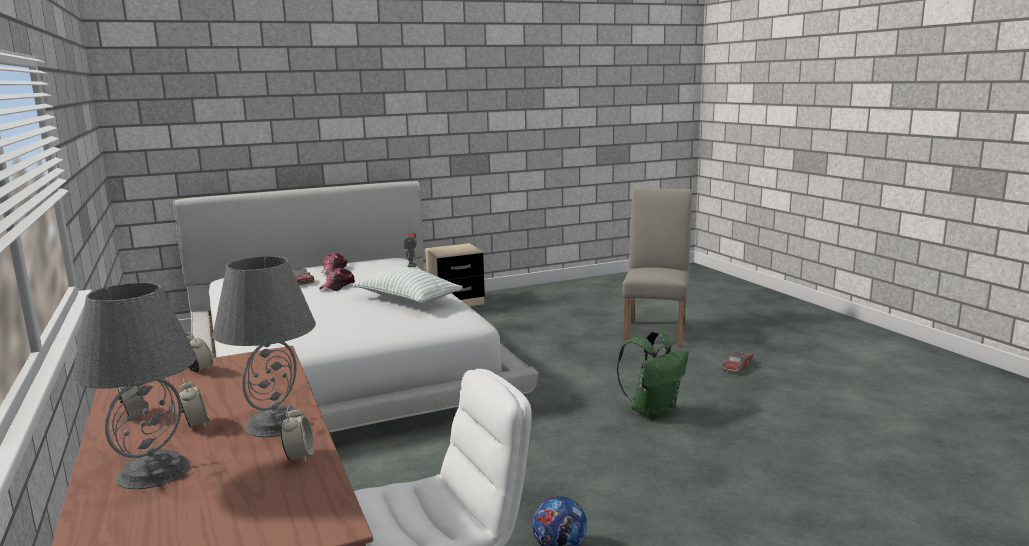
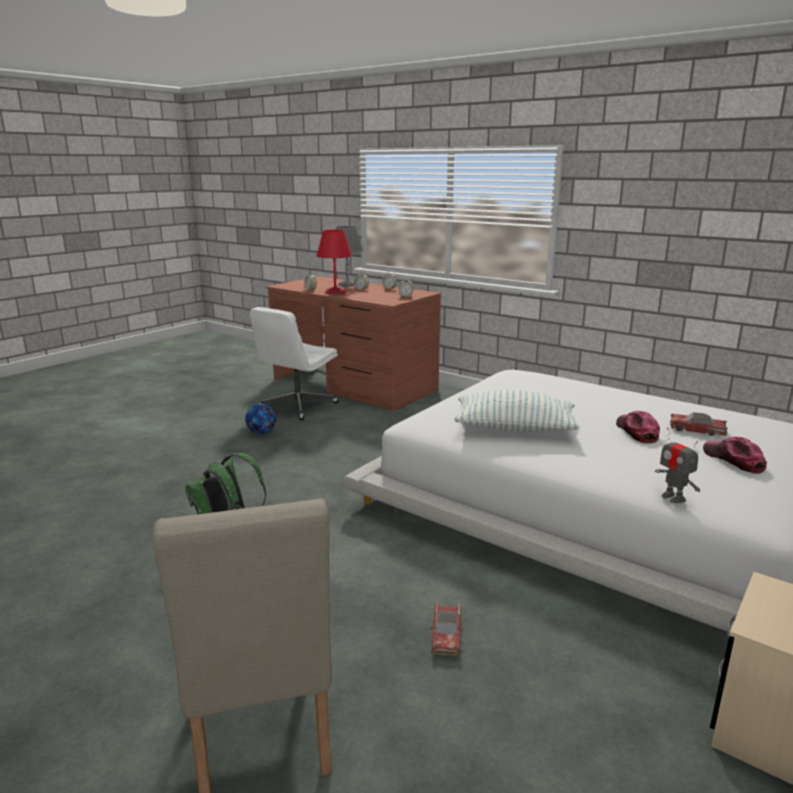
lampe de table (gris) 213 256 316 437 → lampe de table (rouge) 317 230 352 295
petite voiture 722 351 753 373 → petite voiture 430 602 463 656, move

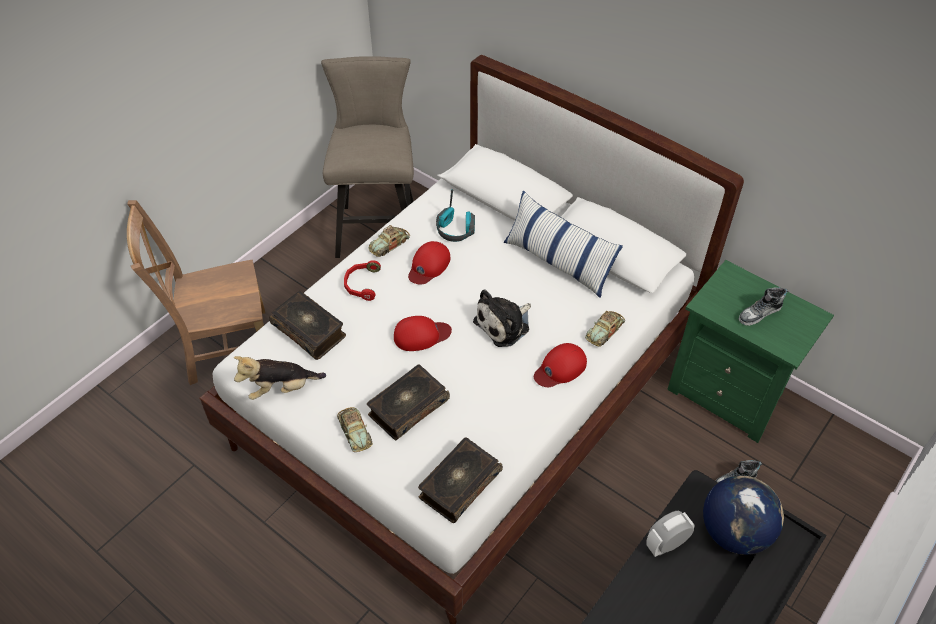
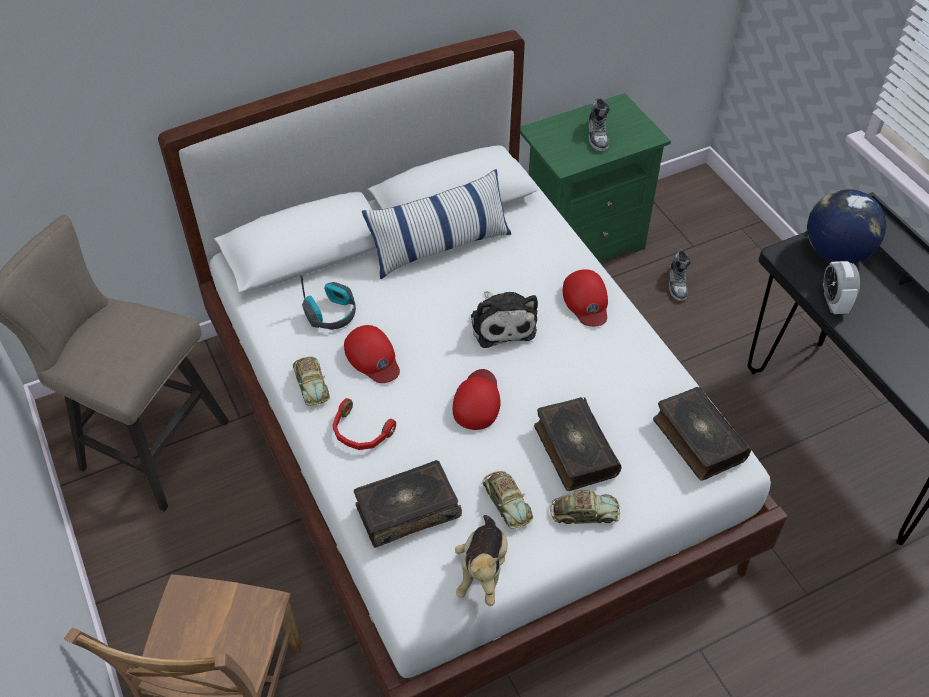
petite voiture 585 311 625 347 → petite voiture 482 471 533 529, move

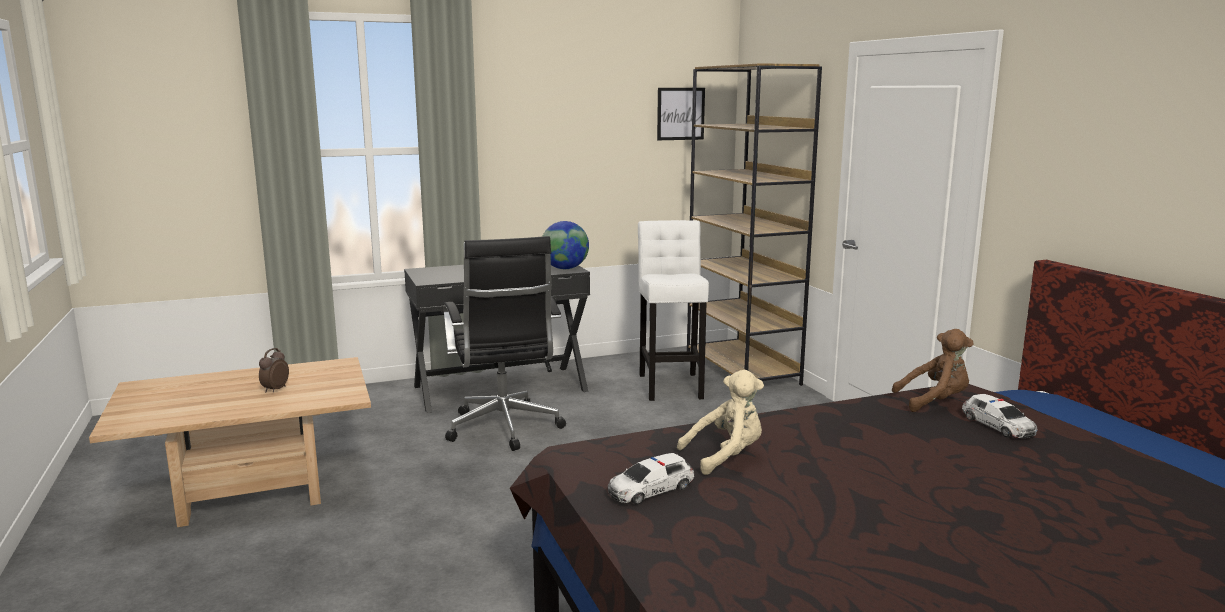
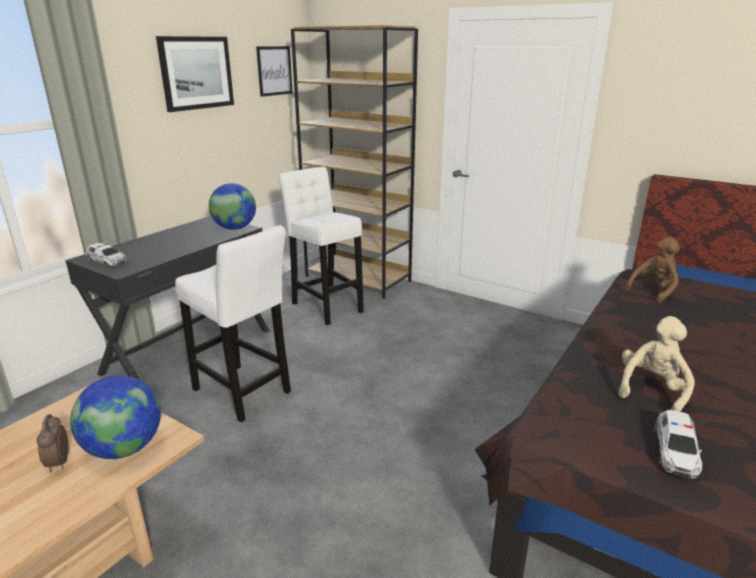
- → globe 70 375 161 459
petite voiture 962 394 1037 438 → petite voiture 85 243 127 268, move
- → tableau 156 36 234 112
chaise de bureau (noir) 443 236 566 451 → tabouret (blanc) 175 225 291 422

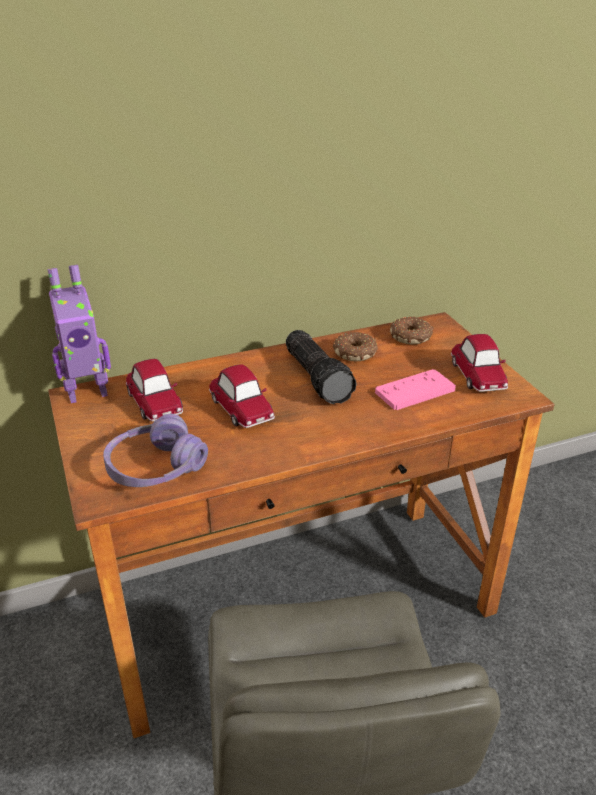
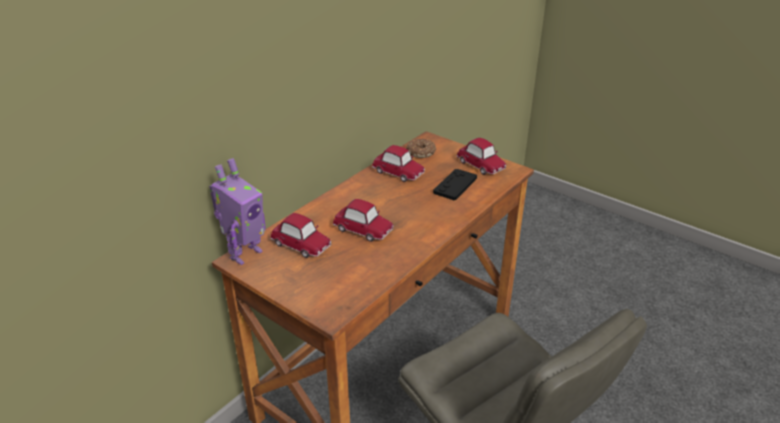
beignet 333 332 378 361 → petite voiture 372 145 425 182
manette (rose) 375 369 456 410 → manette (noir) 433 169 477 200
casque audio (violet) 103 414 208 487 → -
lampe de poche 286 330 357 404 → -

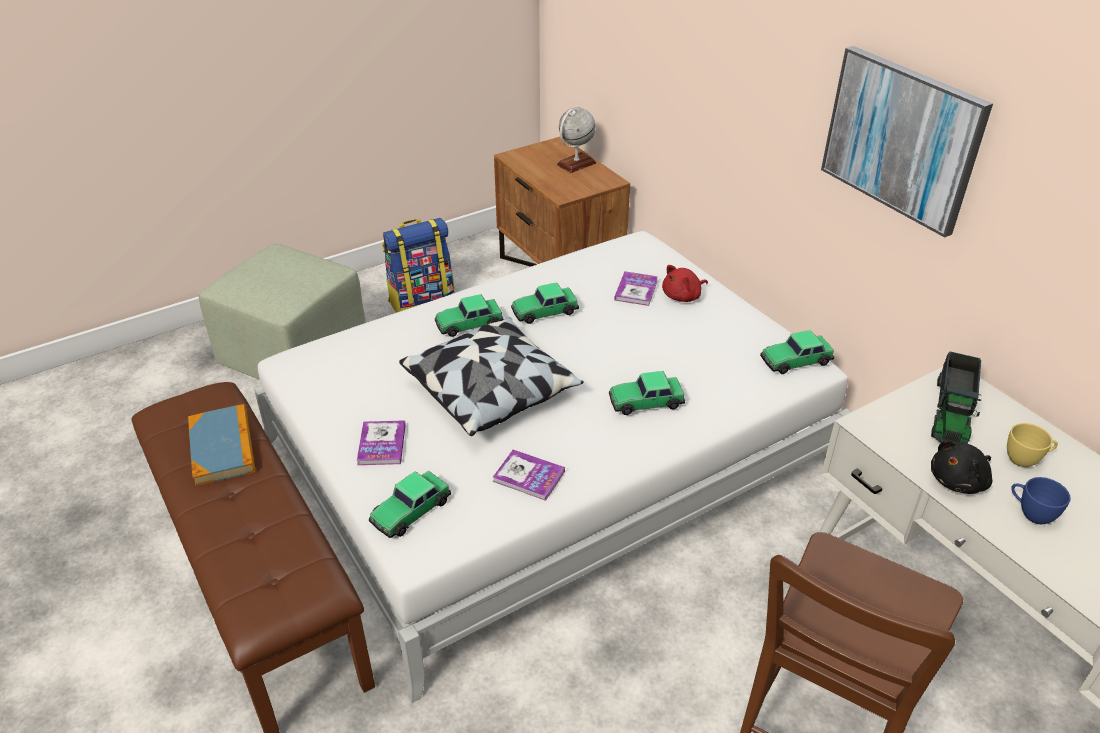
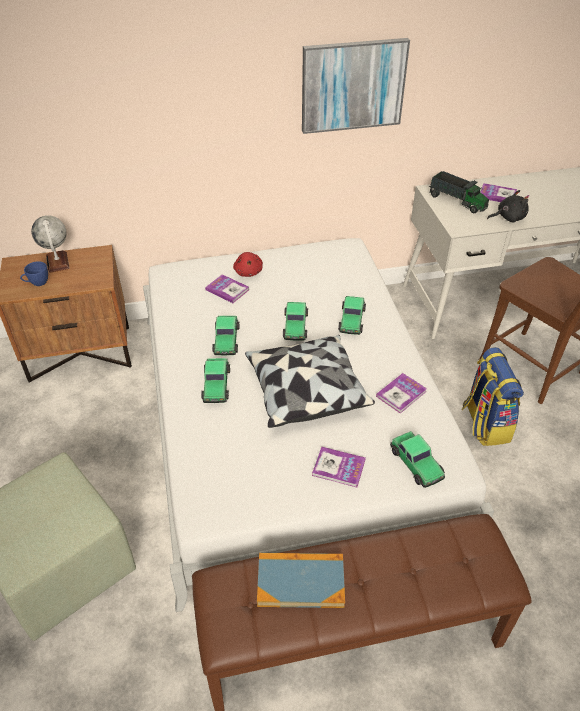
tasse (bleu) 1011 477 1071 524 → tasse (bleu) 20 261 48 286, move
petite voiture 760 330 834 374 → petite voiture 283 302 308 340, move
sac à dos 382 218 454 313 → sac à dos 462 347 524 446, move
tasse (jaune) 1007 423 1058 467 → livre 481 183 517 202
peluche (noir) 931 440 992 494 → peluche (noir) 487 190 529 222, 90 degrees counterclockwise

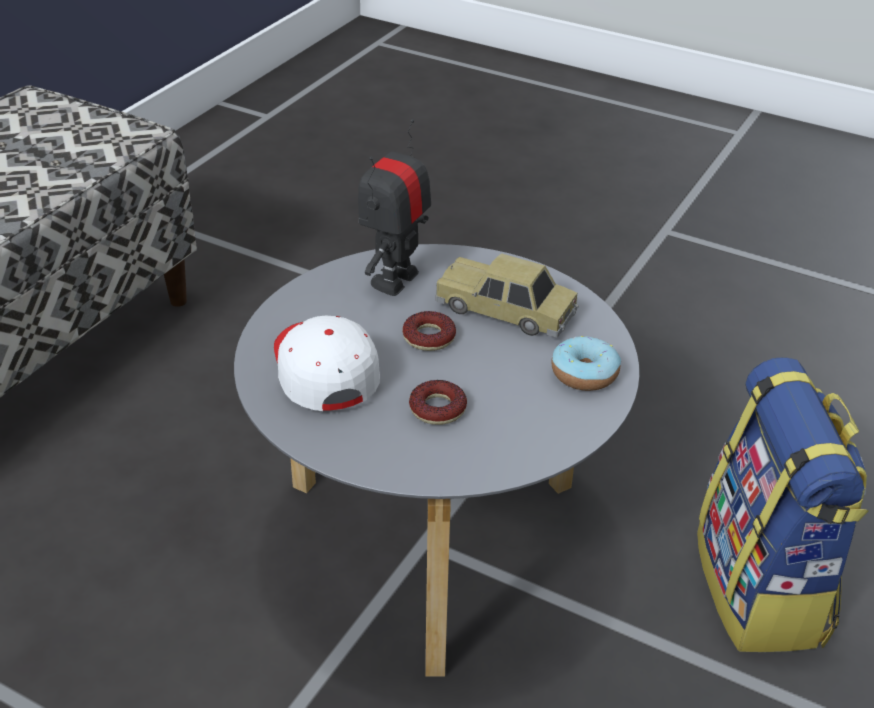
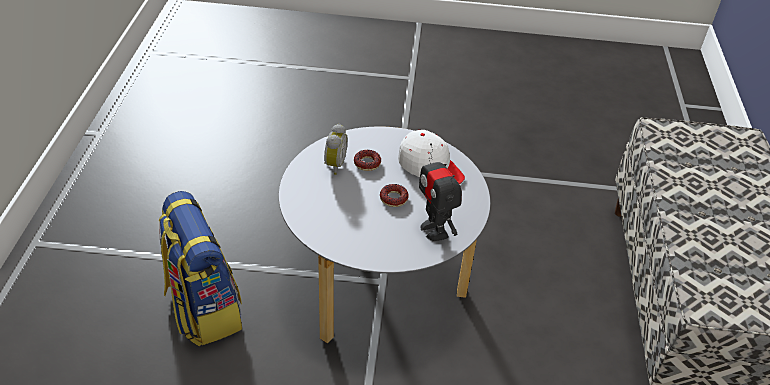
- → réveil 324 124 348 175
robot jouet 358 119 431 296 → robot jouet 419 143 462 241, 150 degrees clockwise
petite voiture 435 254 579 338 → -
beignet 551 336 621 391 → -

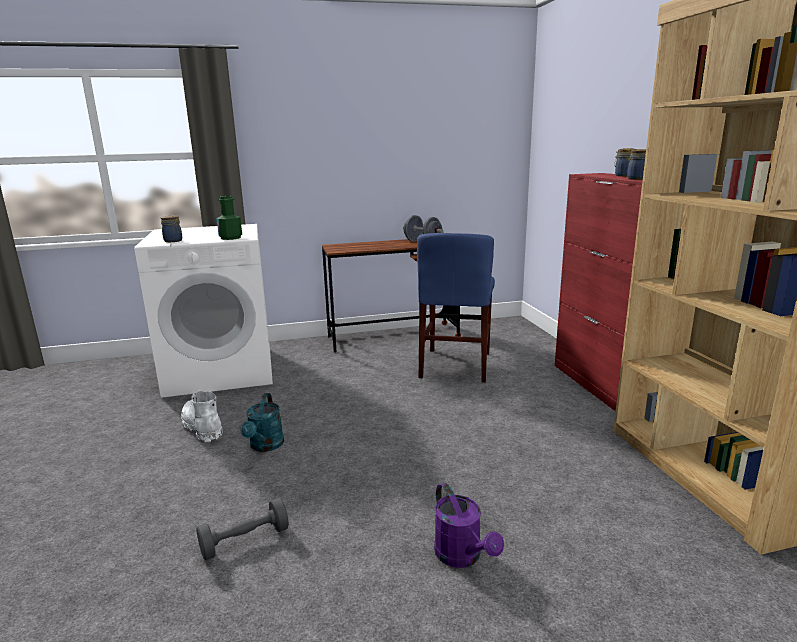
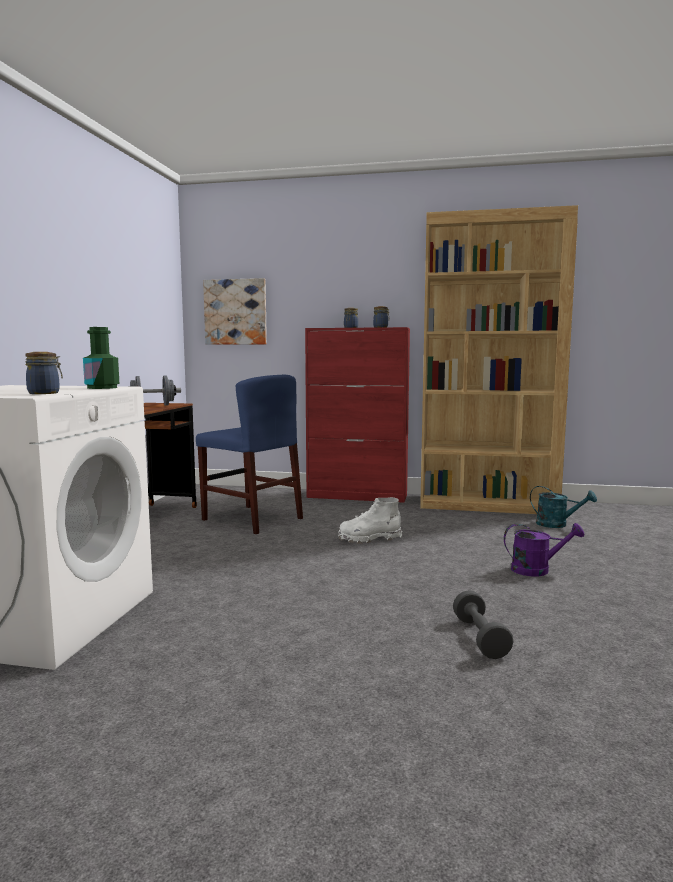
- → tableau 203 278 267 345
botte (blanc) 181 390 223 443 → botte (blanc) 338 497 402 544, move
arrosoir (turquoise) 240 393 284 452 → arrosoir (turquoise) 530 486 597 528, move

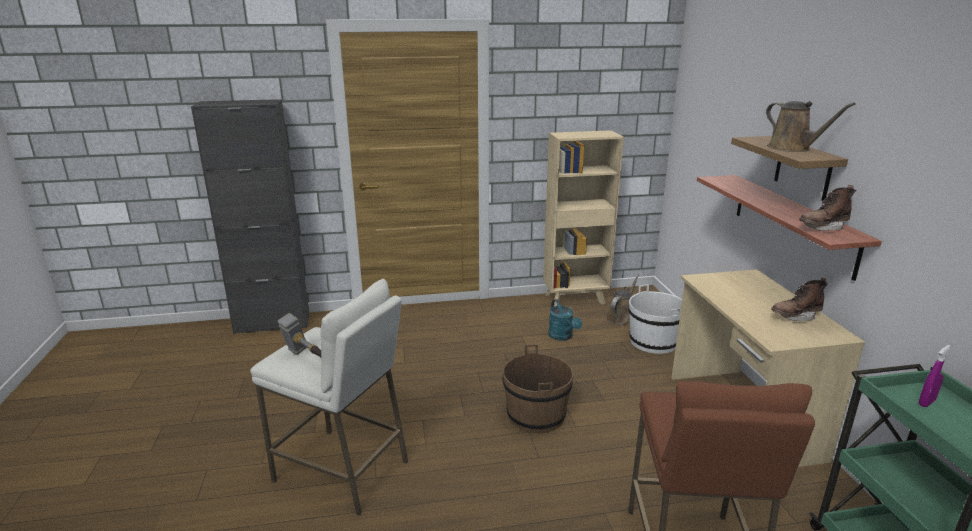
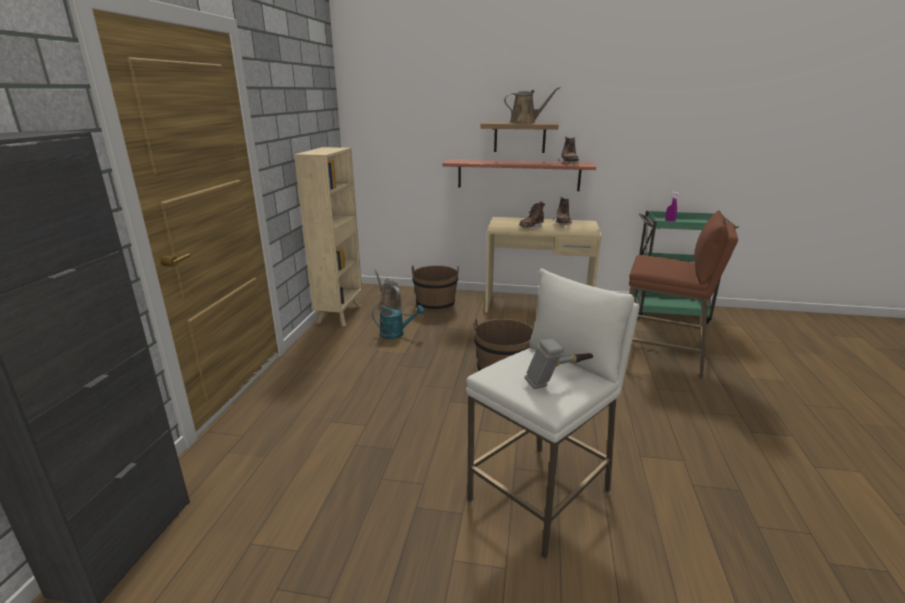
seau (blanc) 628 284 682 354 → seau (marron) 411 265 459 312
- → botte (marron) 519 201 545 230

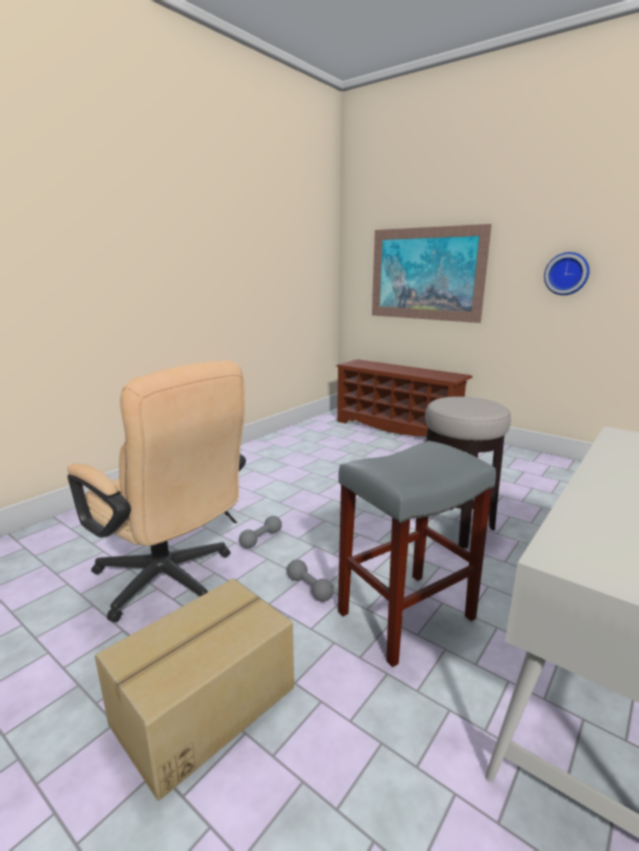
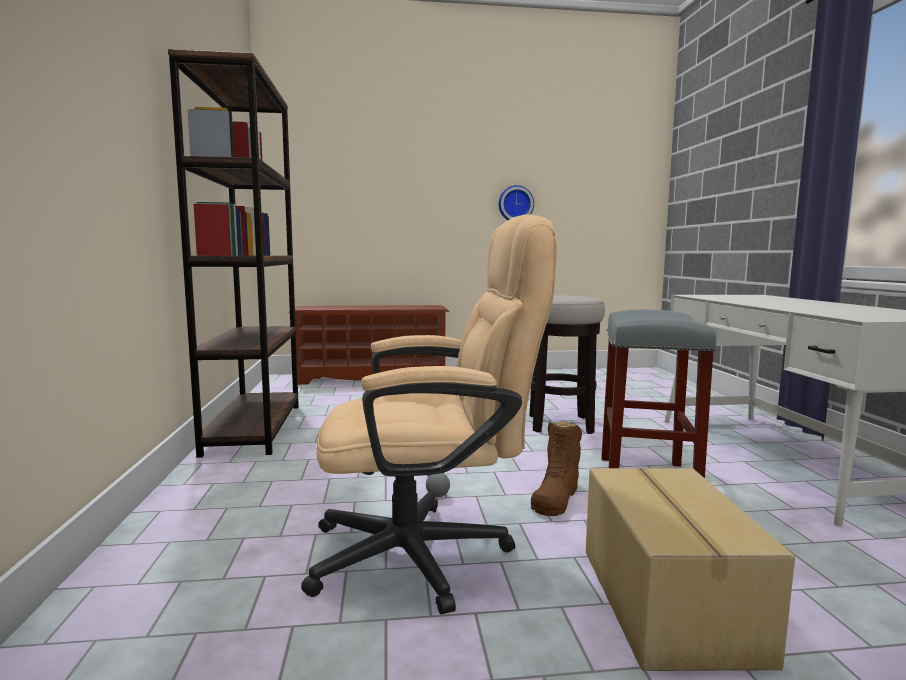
- → bibliothèque (marron) 168 49 299 458
haltère (gris) 287 560 334 602 → botte (marron) 531 421 582 516
tableau 372 224 492 323 → -

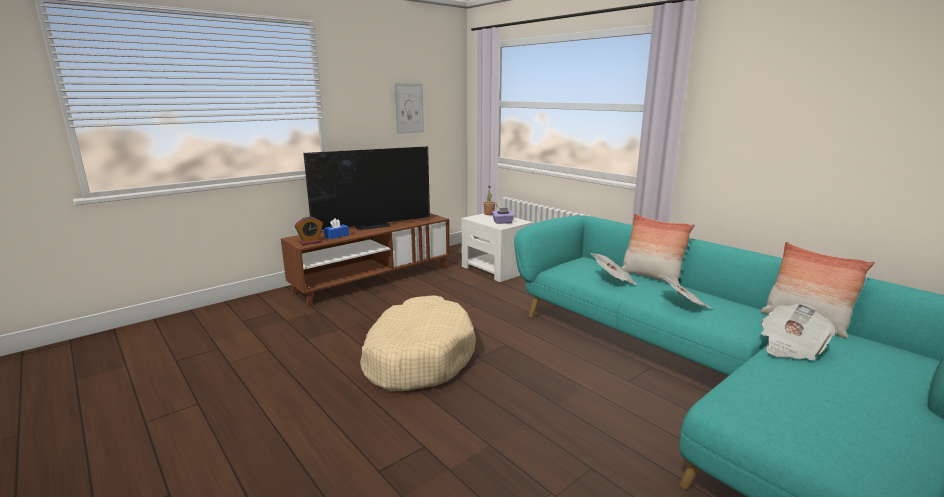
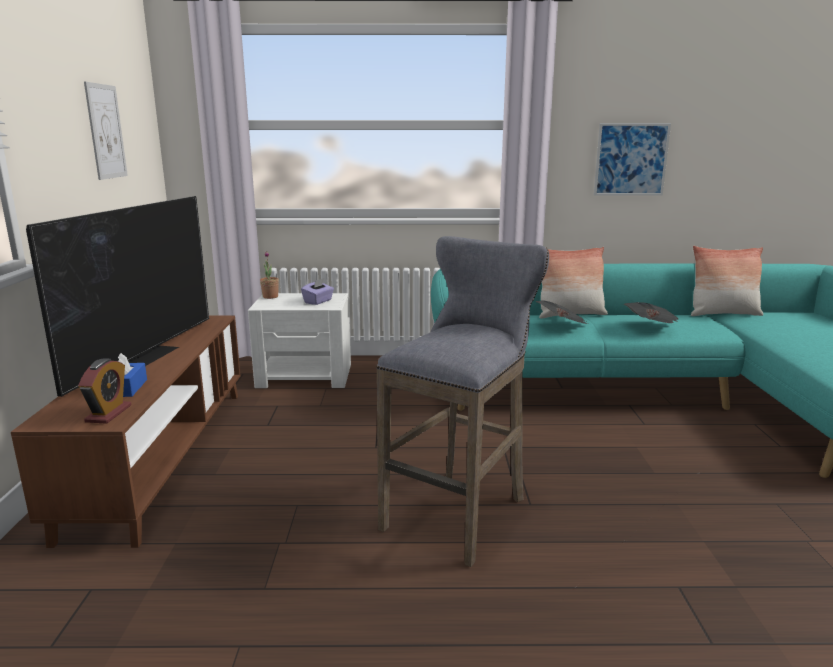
panier pour chien (beige) 360 295 476 392 → tabouret (gris) 376 236 549 567
- → tableau 594 123 671 196
journal 761 304 836 360 → -

